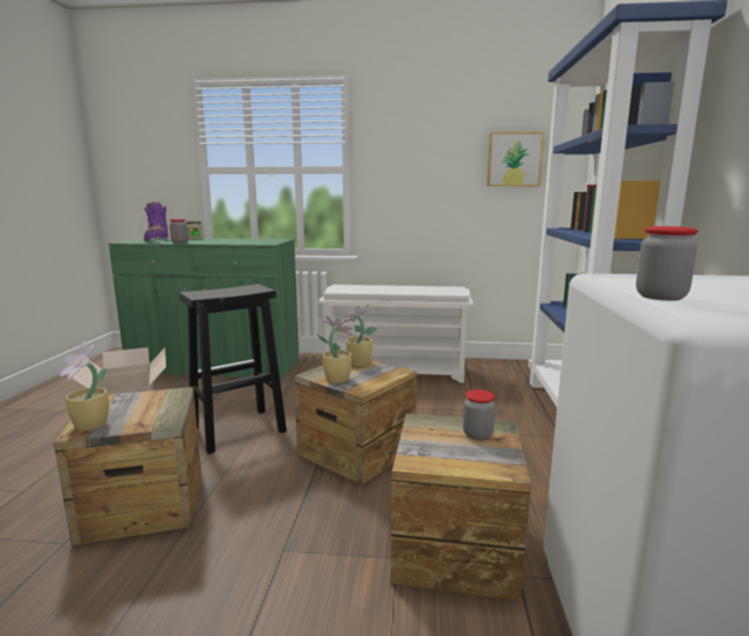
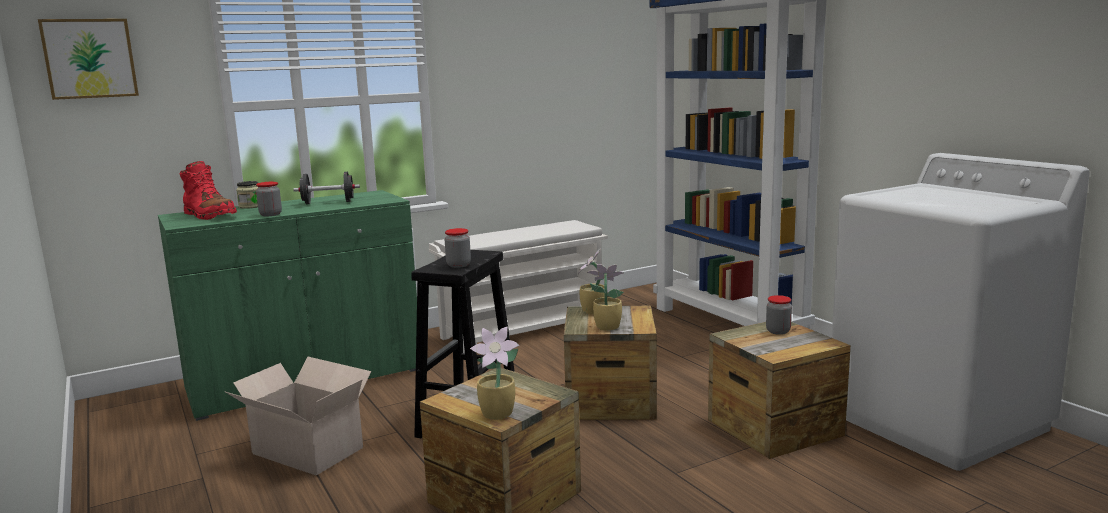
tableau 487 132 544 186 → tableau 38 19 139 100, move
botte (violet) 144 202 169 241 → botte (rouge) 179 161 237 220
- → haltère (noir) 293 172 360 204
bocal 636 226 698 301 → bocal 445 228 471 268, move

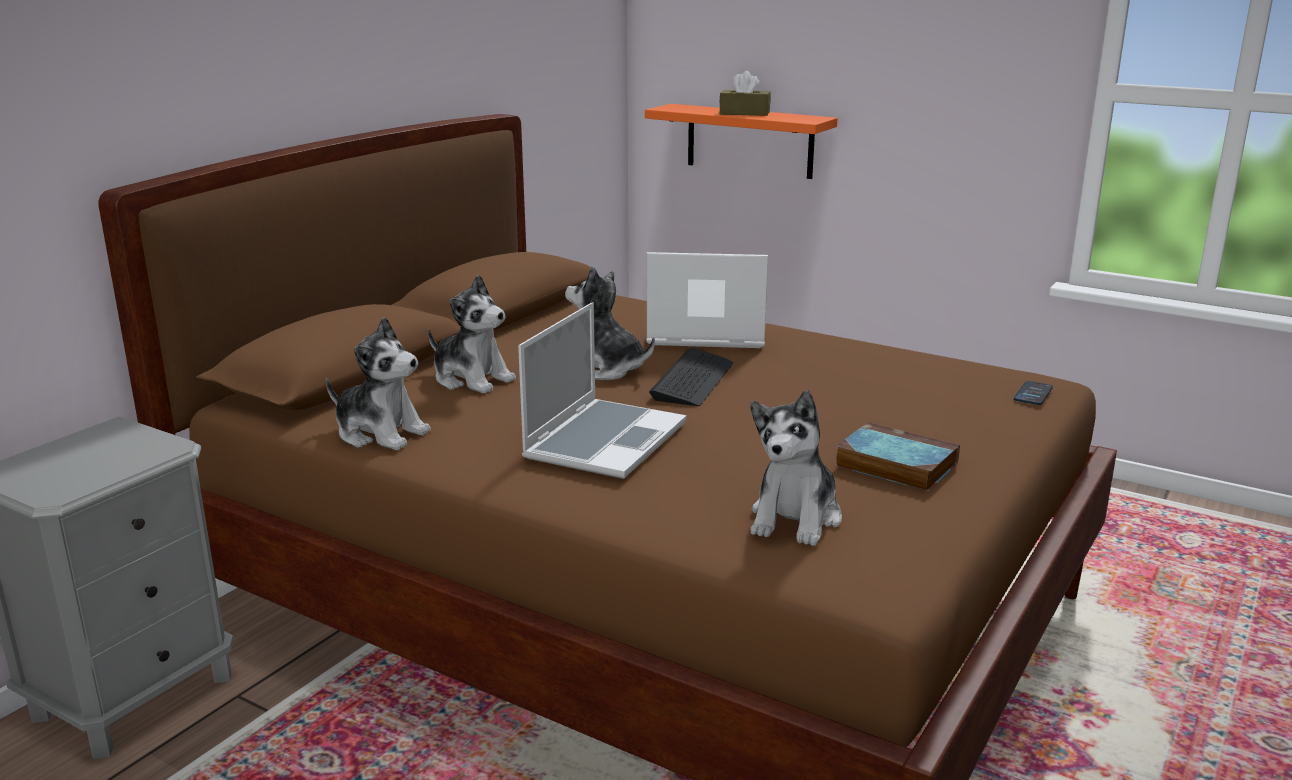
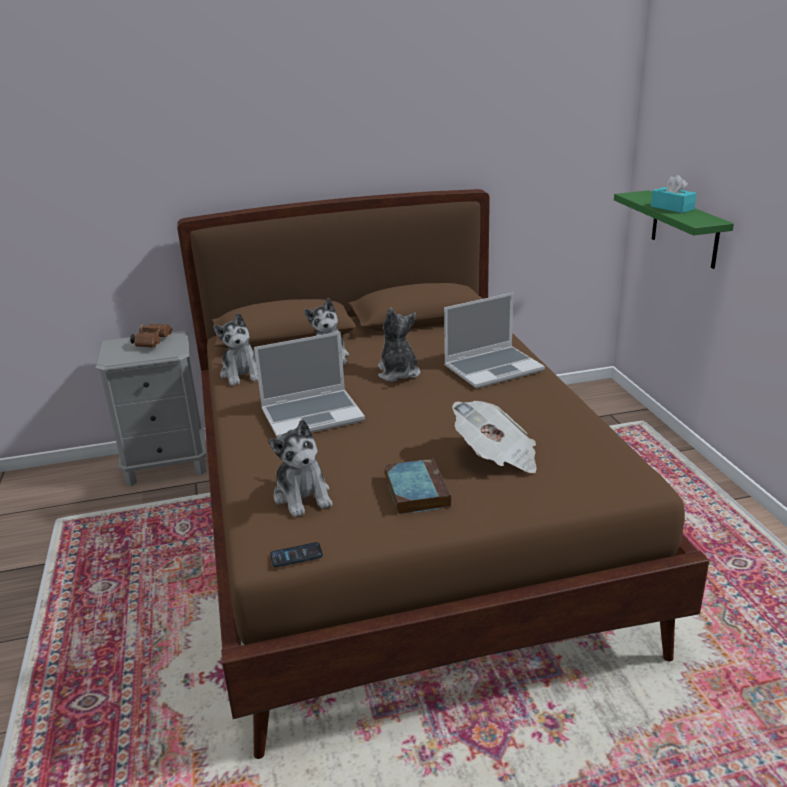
- → jumelles (marron) 130 324 173 348
peluche 750 390 842 546 → peluche 269 419 333 517, 90 degrees counterclockwise
téléphone 1014 381 1053 405 → téléphone 270 542 323 567, move
ordinateur portable 647 252 768 348 → ordinateur portable 444 292 545 389, 105 degrees clockwise
- → journal 452 401 537 473
étagère (orange) 645 104 838 179 → étagère (vert) 614 190 734 269
boîte à mouchoirs (marron) 719 71 771 116 → boîte à mouchoirs (turquoise) 651 175 697 213
clavier 649 347 733 406 → -

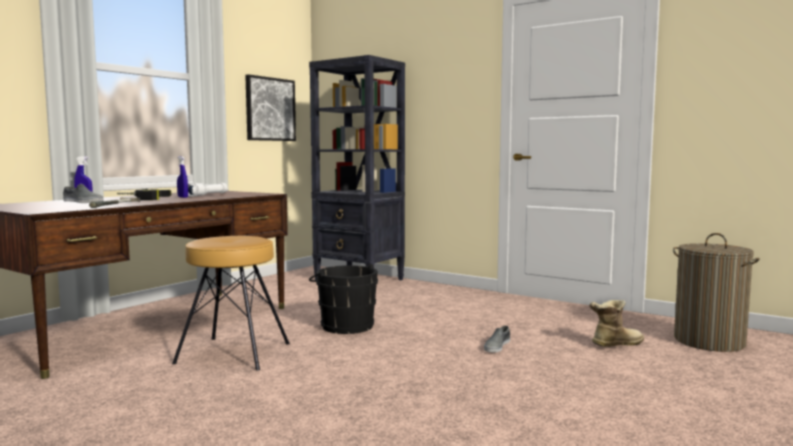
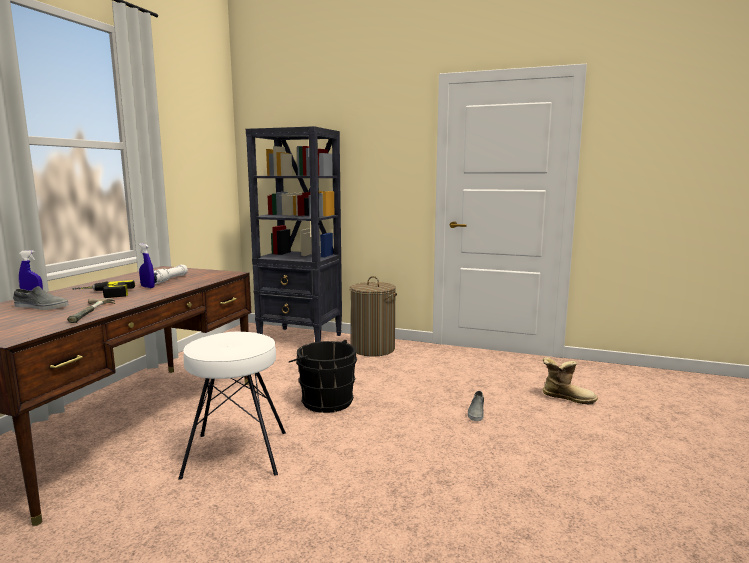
tabouret (marron) 172 236 290 370 → tabouret (blanc) 178 332 286 480
panier à linge 673 233 760 352 → panier à linge 349 276 397 356, move
botte 589 300 644 347 → botte 542 357 598 405, 60 degrees clockwise
tableau 245 74 296 141 → -

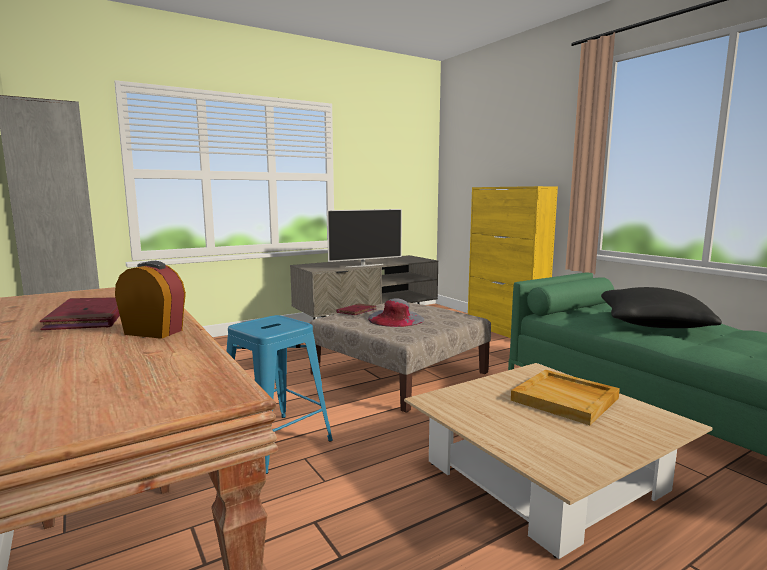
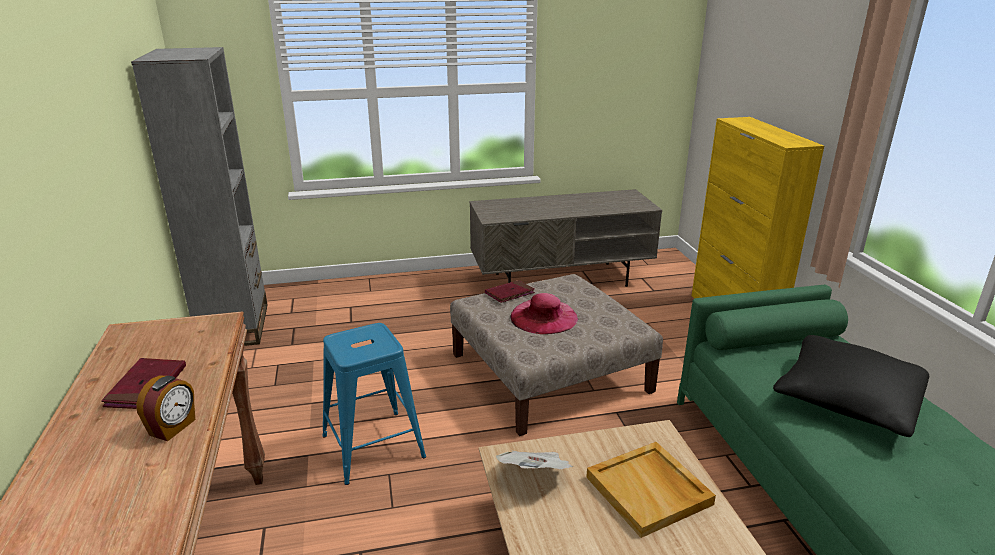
réveil 115 261 186 339 → réveil 136 376 195 441, 75 degrees clockwise
- → journal 496 451 573 469
chapeau (gris) 368 298 424 327 → chapeau (rose) 510 293 578 334
téléviseur 327 209 402 267 → -

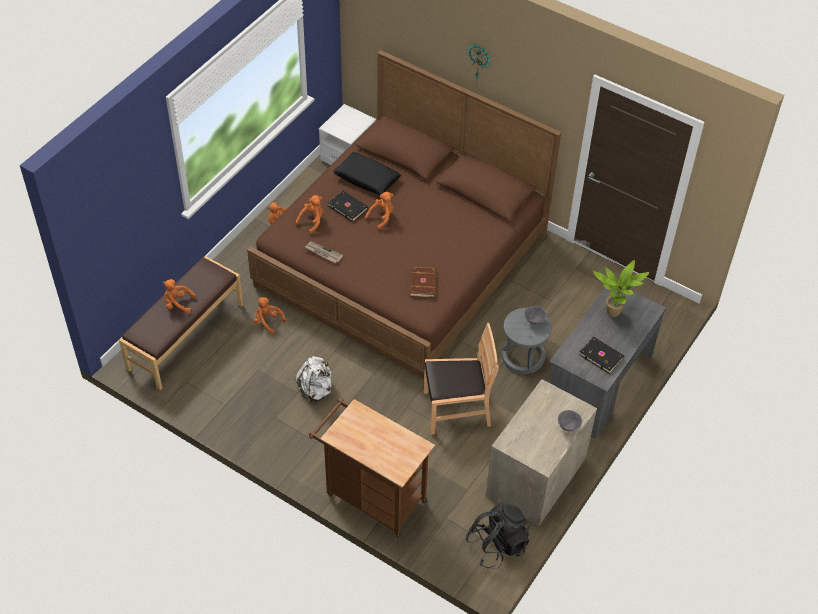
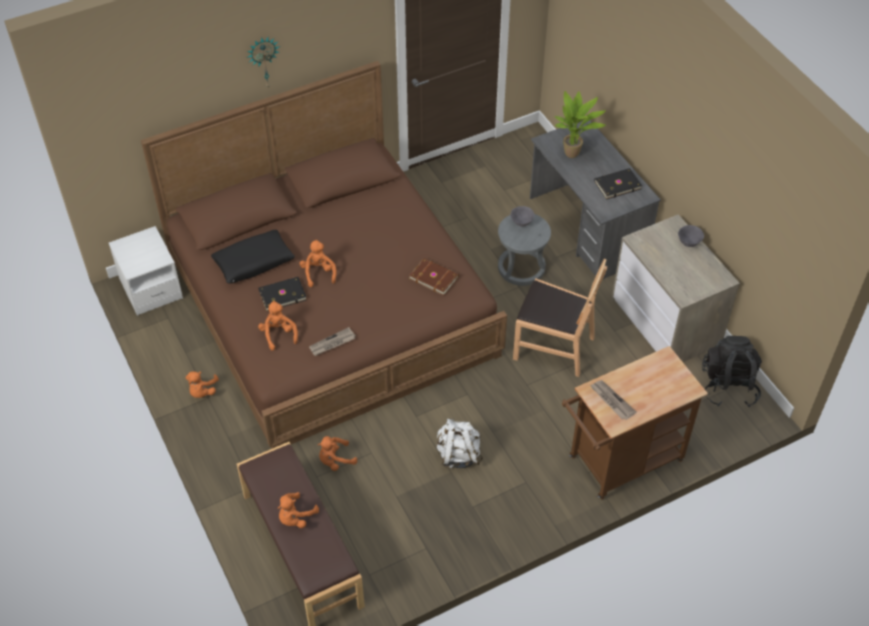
chaise (marron) 423 323 499 435 → chaise (marron) 513 259 607 377, 90 degrees clockwise
- → journal 590 380 636 420

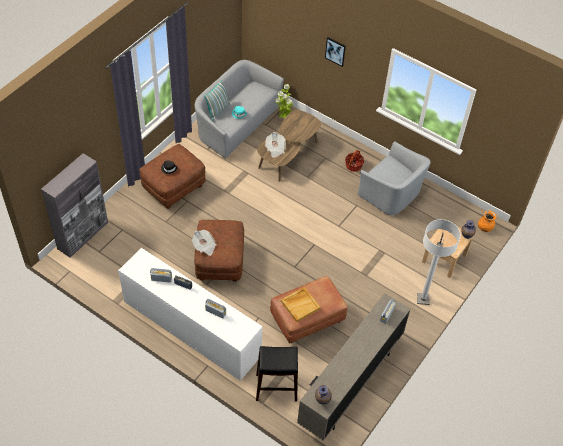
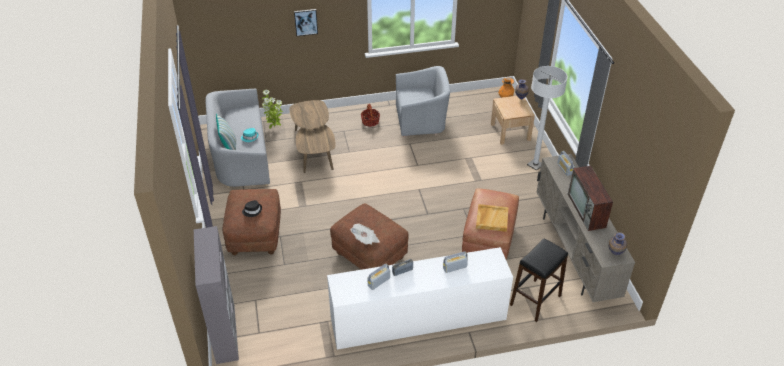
- → téléviseur 568 166 613 231
journal 265 132 286 158 → -

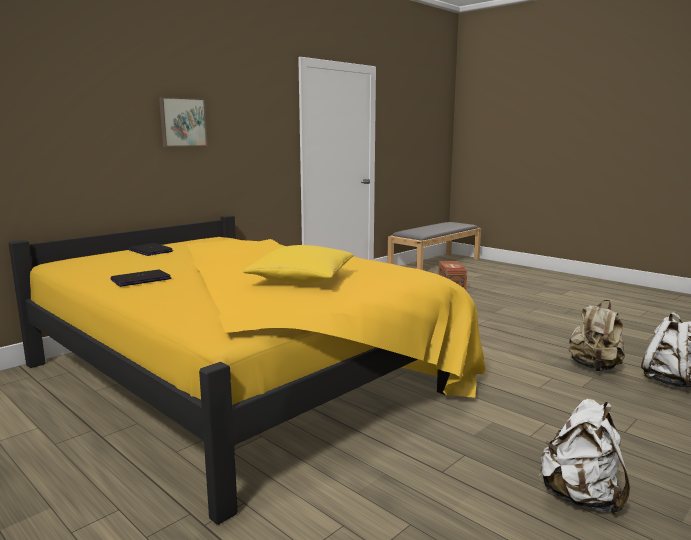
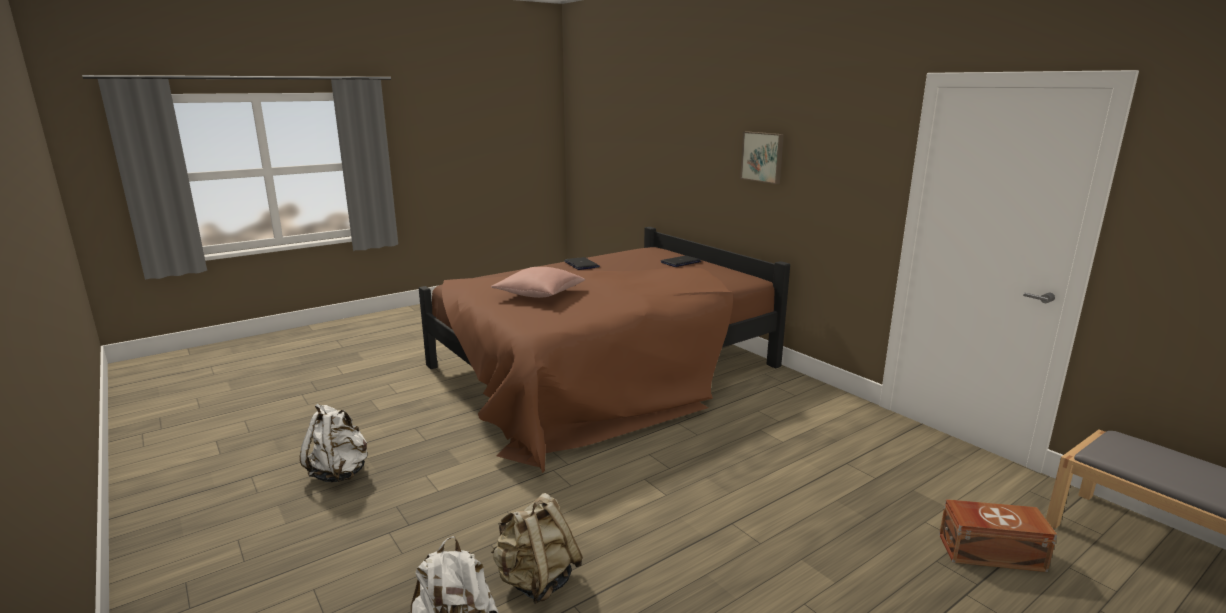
lit (jaune) 9 215 486 525 → lit (marron) 419 227 790 473
coussin (jaune) 243 245 354 283 → coussin (rose) 491 267 585 298

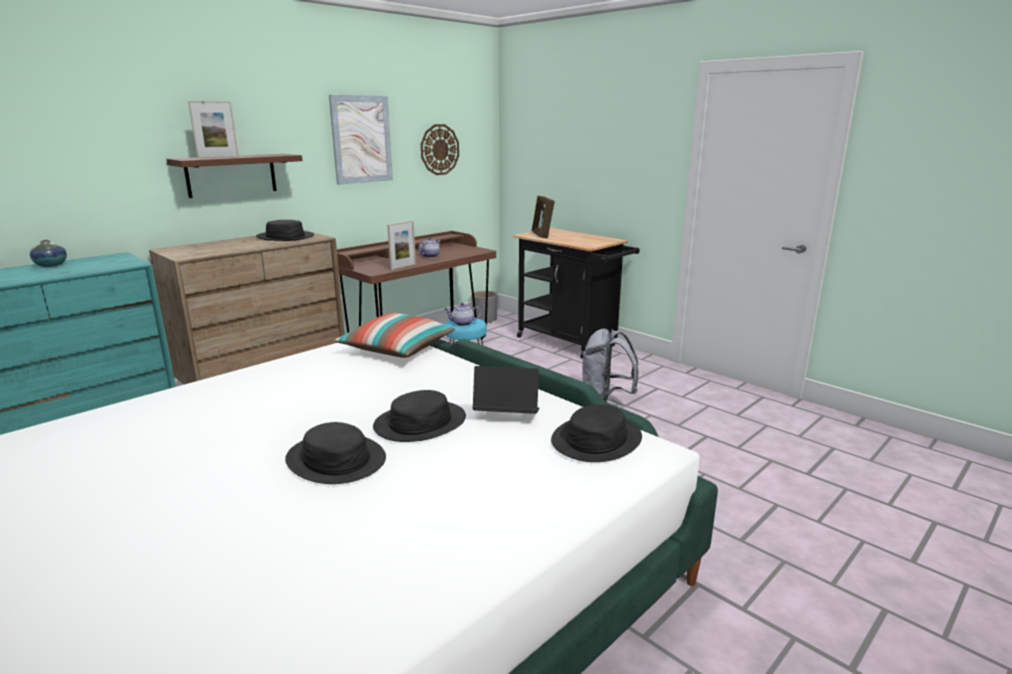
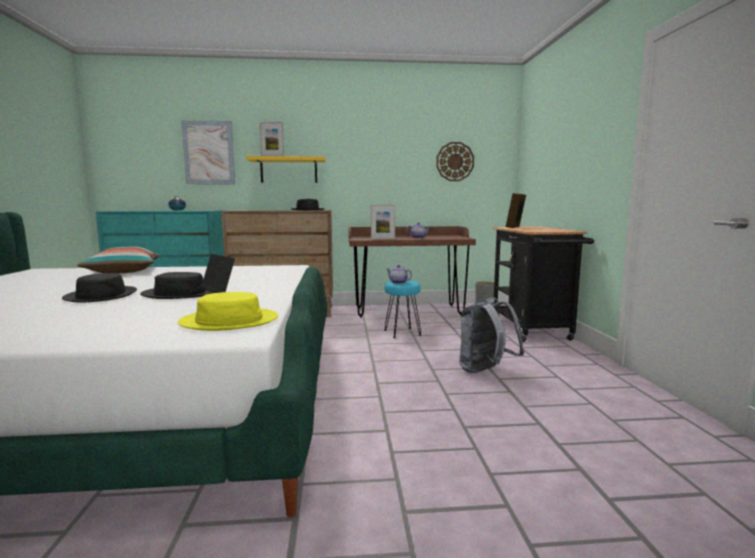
coussin 334 313 455 358 → coussin 77 246 160 274, move
chapeau (noir) 551 404 642 462 → chapeau (jaune) 178 292 278 331
tableau 329 95 393 185 → tableau 181 120 235 184, move
étagère (marron) 166 154 303 198 → étagère (jaune) 246 156 326 183

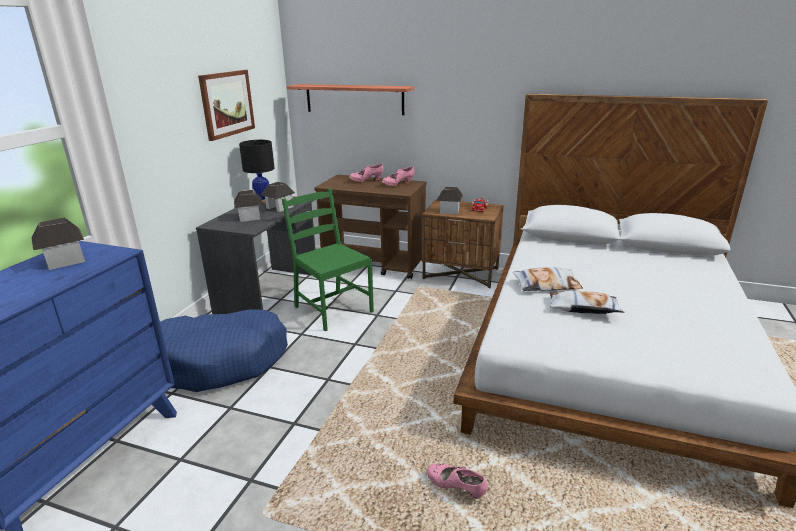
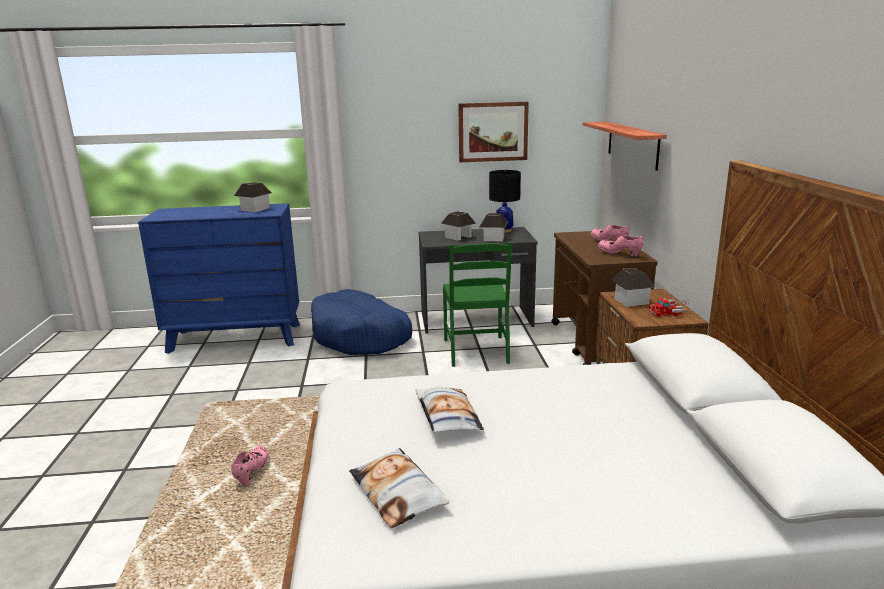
coussin 512 267 583 291 → coussin 349 448 449 528, move
chaise (vert) 282 188 374 331 → chaise (vert) 443 242 512 367, 150 degrees clockwise

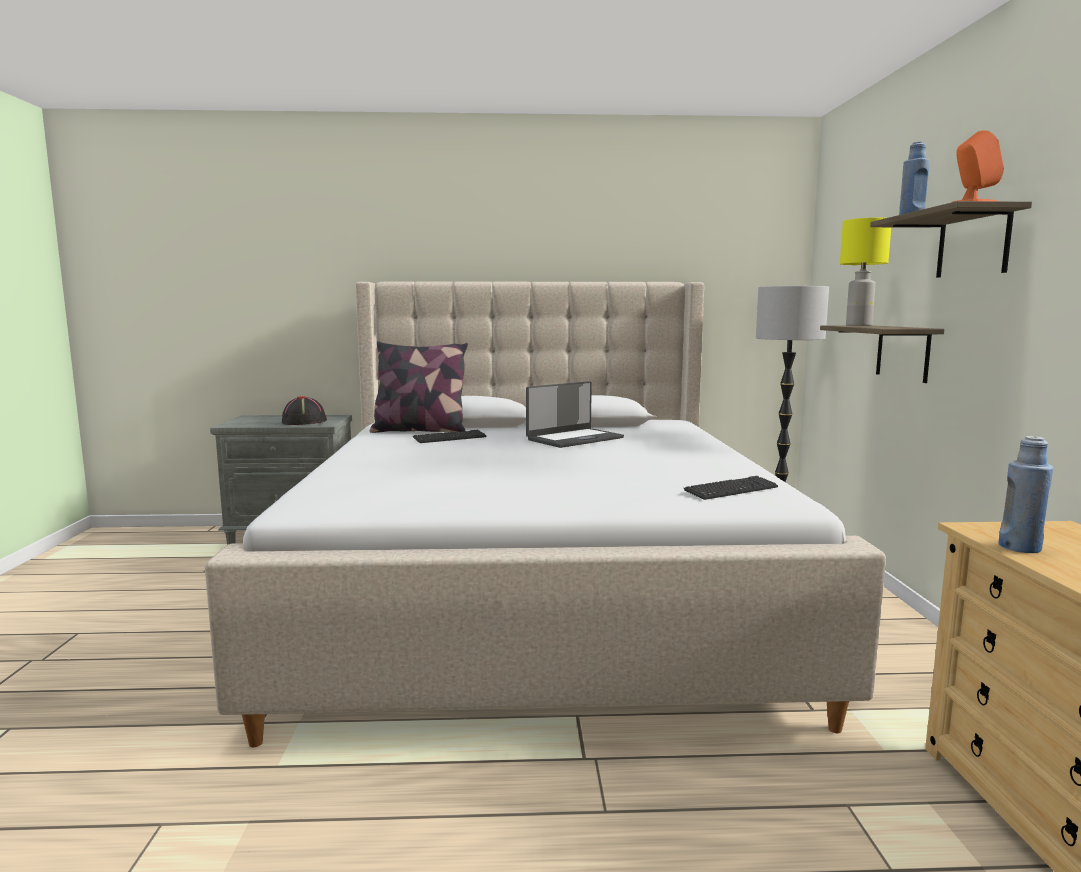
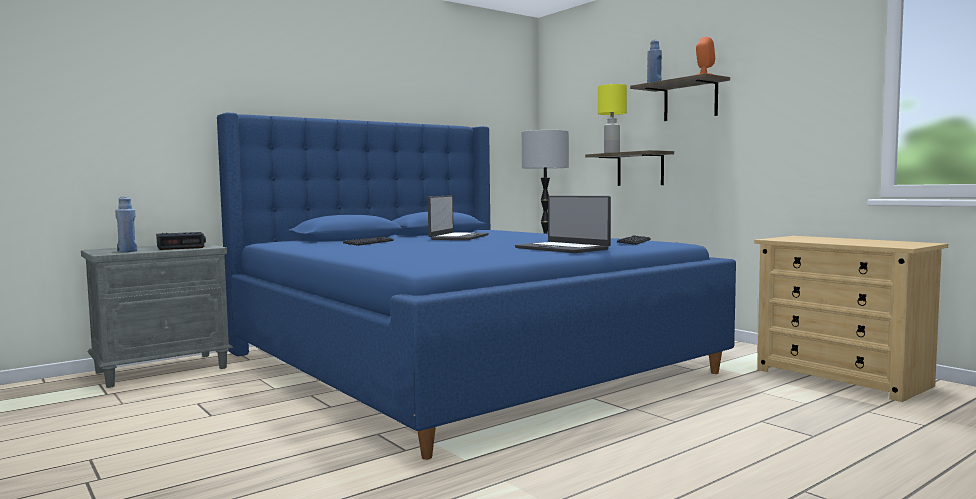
bouteille (bleu) 999 436 1054 553 → bouteille (bleu) 115 196 137 252, move
chapeau (noir) 282 396 327 425 → réveil 156 232 206 250
lit (beige) 205 281 886 747 → lit (bleu) 217 112 736 460
- → ordinateur portable 515 196 611 253
coussin 370 341 468 433 → -

